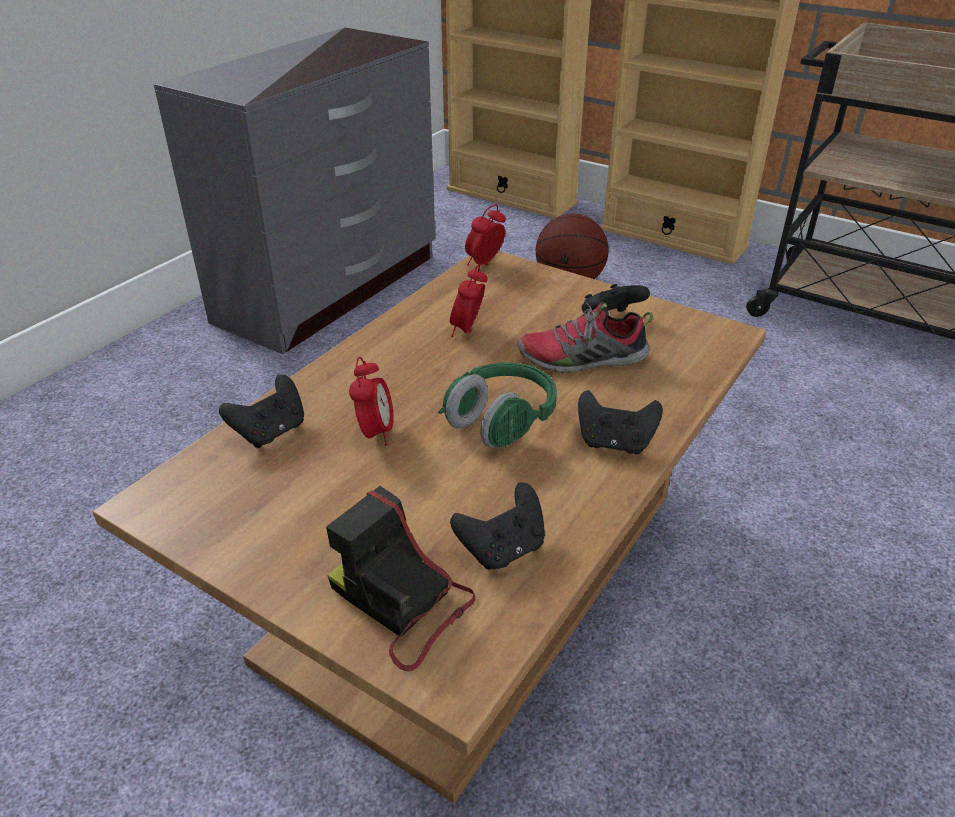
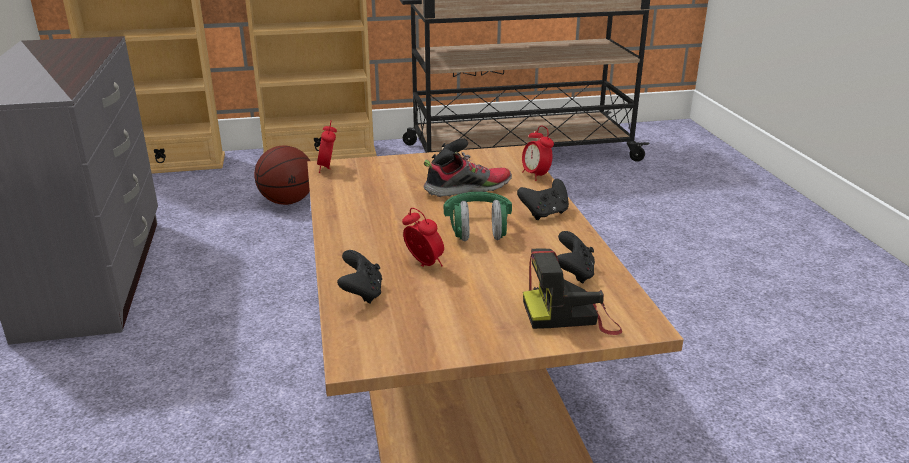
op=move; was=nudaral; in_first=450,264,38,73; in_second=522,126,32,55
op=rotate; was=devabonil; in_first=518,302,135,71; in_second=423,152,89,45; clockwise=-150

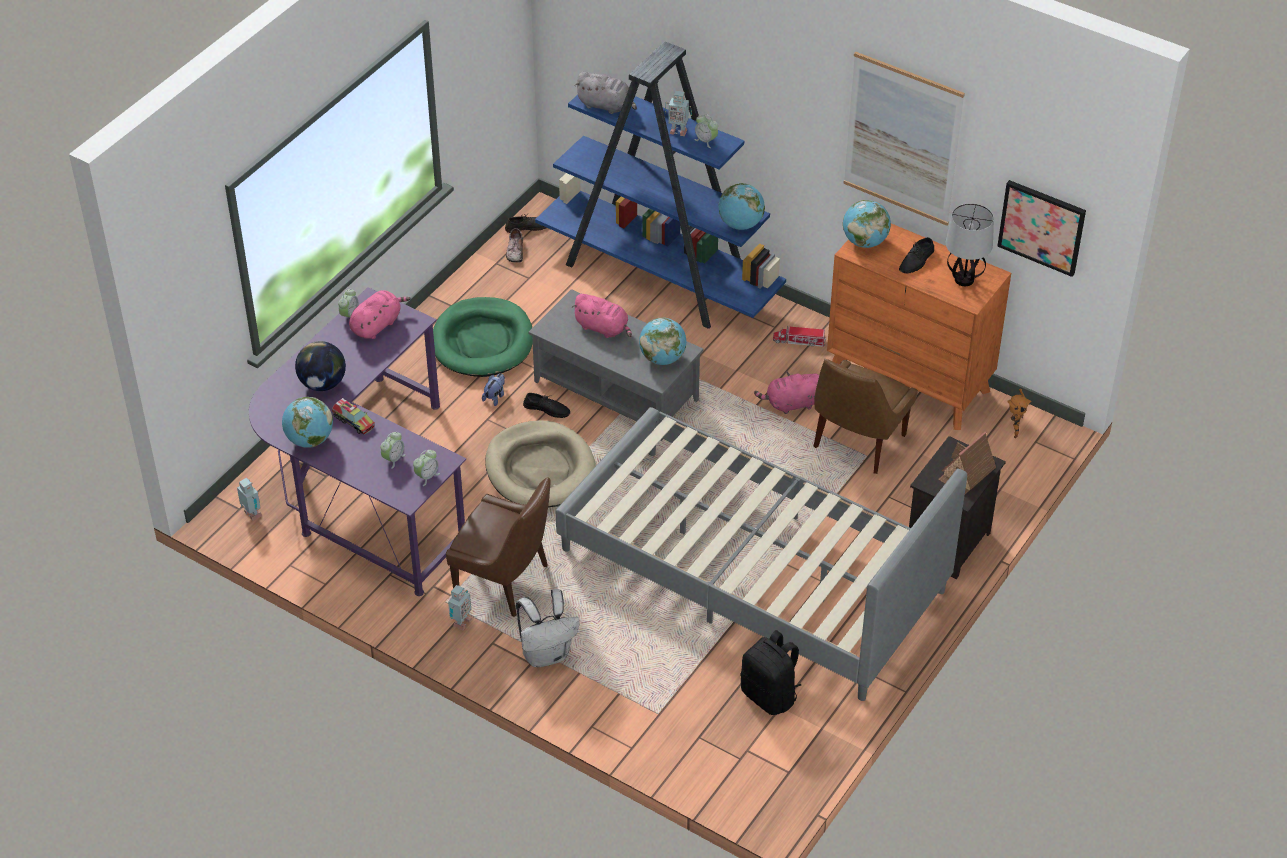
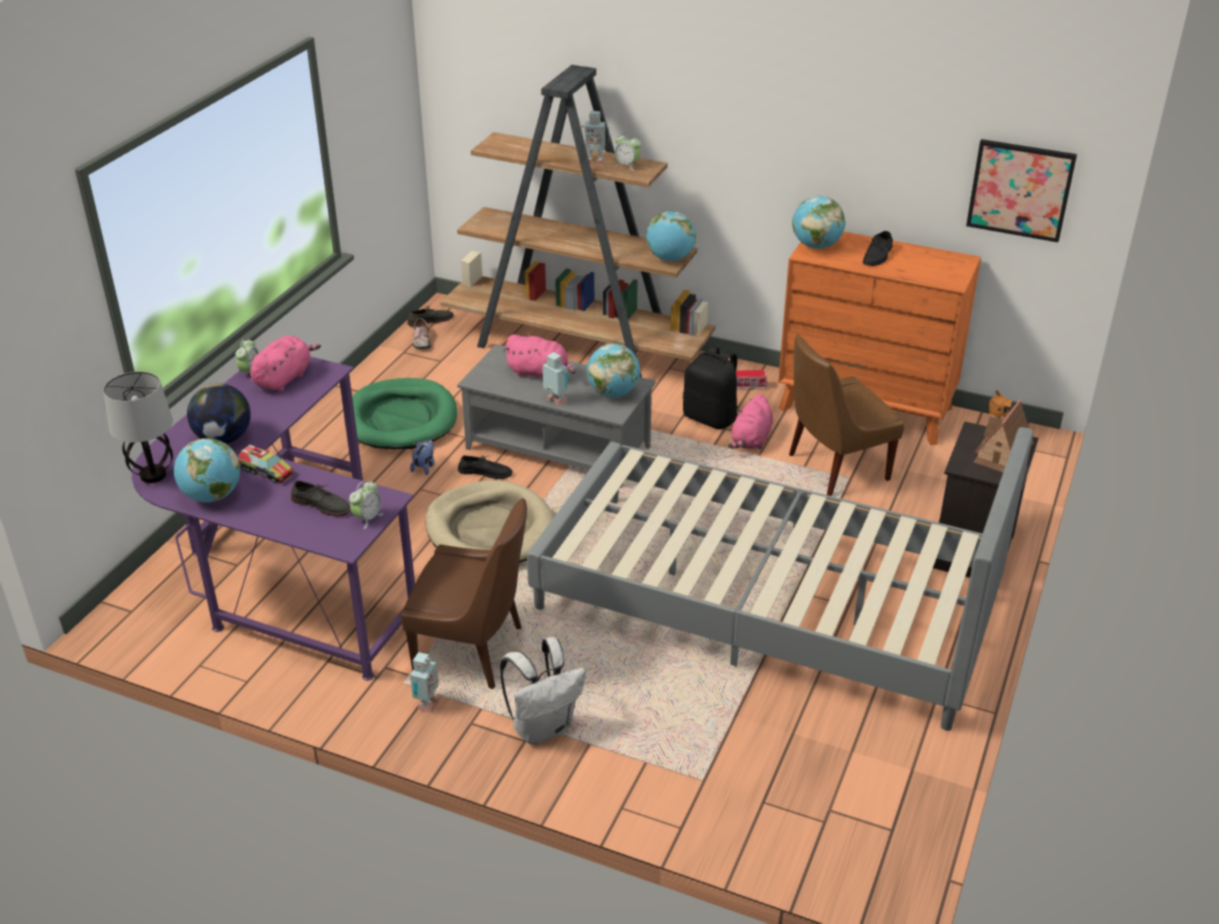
op=recolor; was=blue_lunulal; now=brown_lunulal; in_first=535,41,251,288; in_second=440,65,276,312
op=delete; was=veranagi; in_first=843,52,122,174
op=delete; was=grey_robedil; in_first=575,72,62,42
op=move; was=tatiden; in_first=945,203,49,83; in_second=103,371,70,112
op=rotate; was=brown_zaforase; in_first=814,359,104,115; in_second=789,334,116,162; clockwise=45
op=rotate; was=pink_robedil; in_first=754,372,65,42; in_second=728,394,45,55; clockwise=-45
op=replace; was=nudaral; now=grey_devabonil; in_first=380,432,26,37; in_second=291,481,60,36
op=move; was=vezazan; in_first=237,478,25,43; in_second=543,352,25,54
op=move; was=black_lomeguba; in_first=740,630,61,85; in_second=683,345,55,84

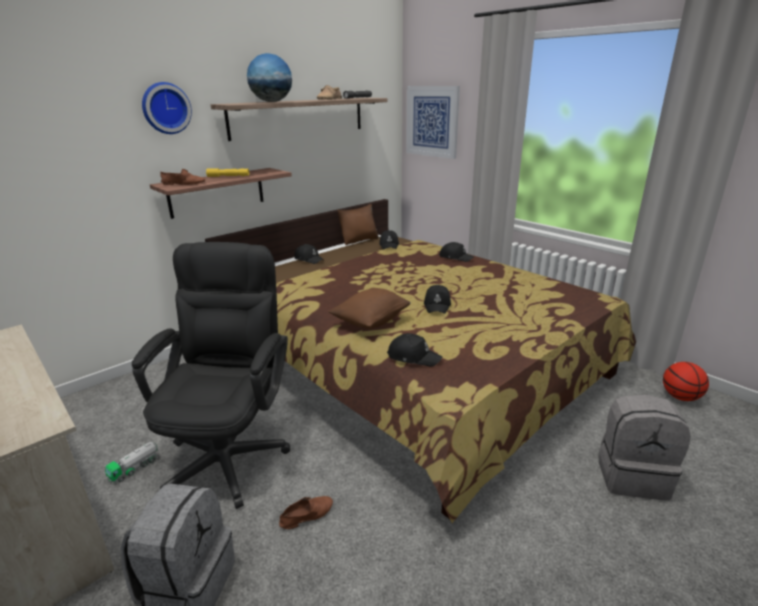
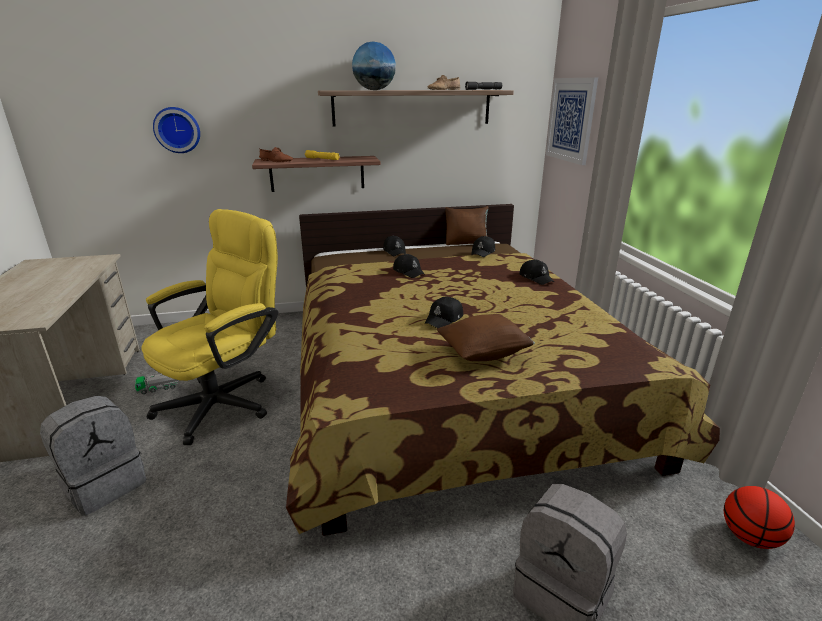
op=move; was=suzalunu; in_first=142,82,50,52; in_second=153,107,47,46
op=recolor; was=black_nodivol; now=yellow_nodivol; in_first=132,242,158,267; in_second=142,209,136,236
op=move; was=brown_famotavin; in_first=328,288,83,41; in_second=437,314,98,47
op=move; was=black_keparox; in_first=387,333,55,34; in_second=393,254,32,24
op=delete; was=brown_devabonil; in_first=279,496,54,33

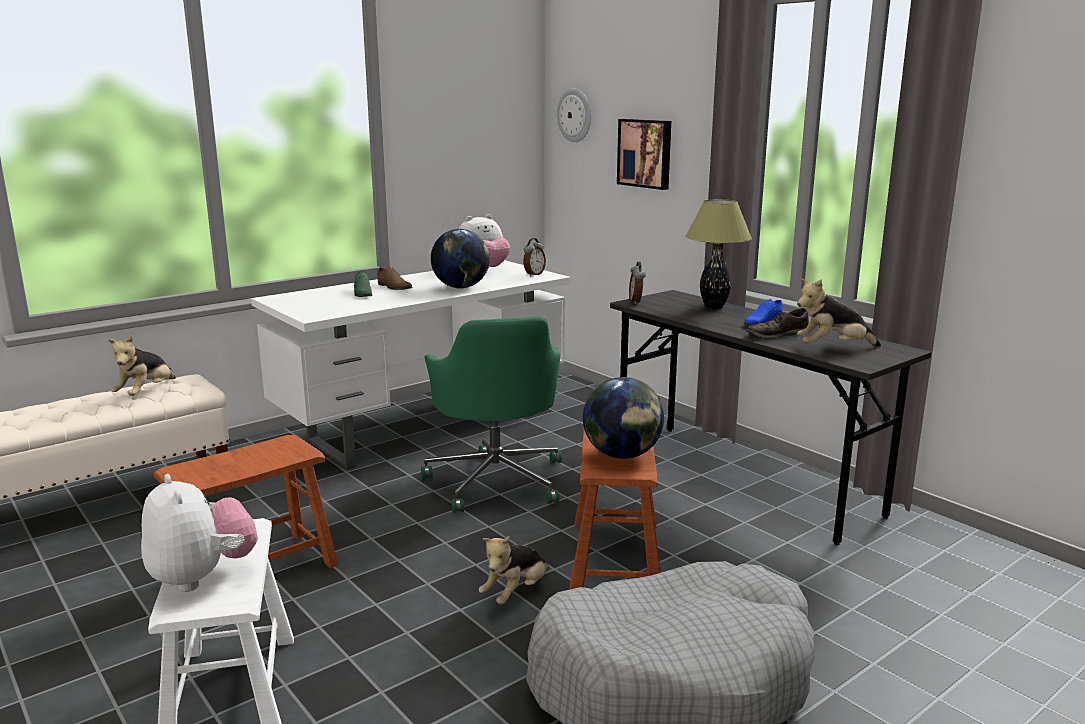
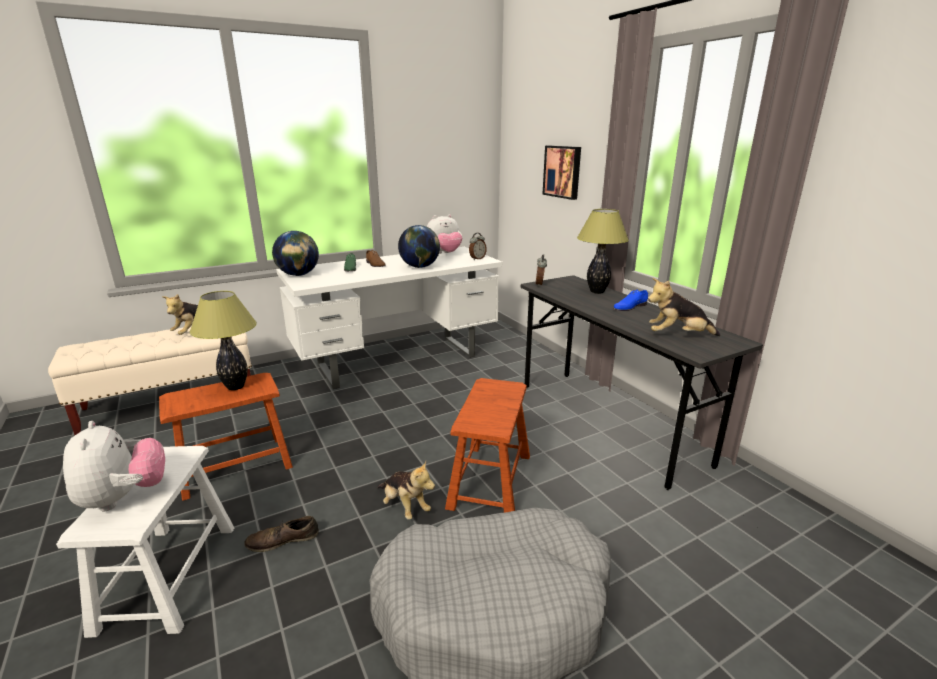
op=delete; was=suzalunu; in_first=557,89,34,53
op=move; was=brown_devabonil; in_first=746,308,63,31; in_second=244,516,75,36
op=delete; was=green_nodivol; in_first=421,316,141,197
op=move; was=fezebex; in_first=583,377,81,82; in_second=272,231,47,45
op=rotate; was=robedil; in_first=479,536,70,69; in_second=378,461,57,58; clockwise=-90
op=insert; now=tatiden; in_second=190,291,67,99

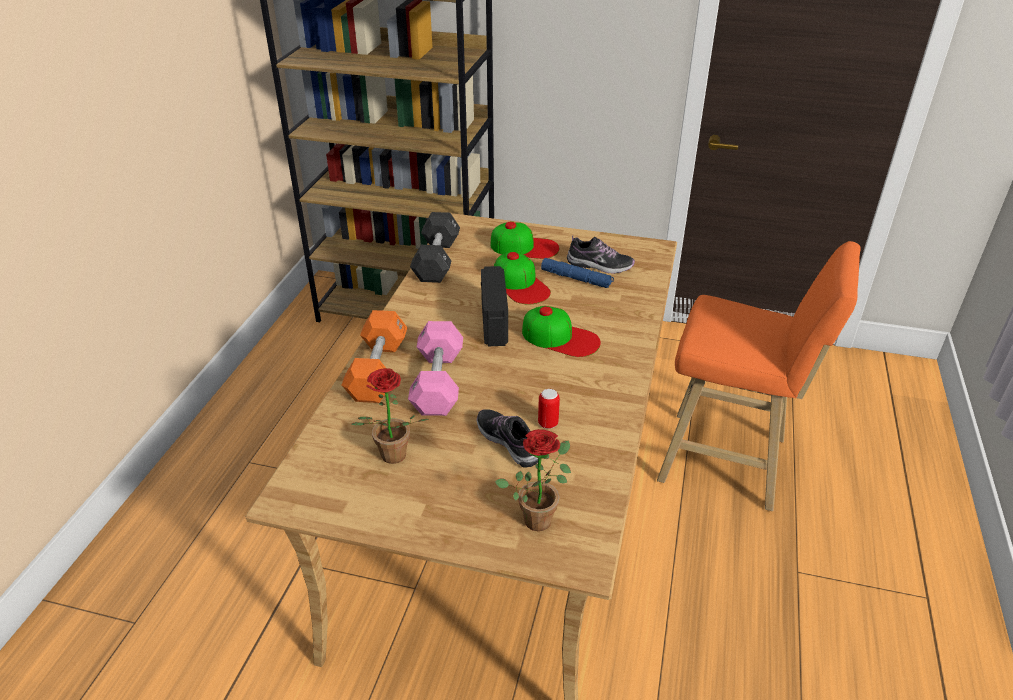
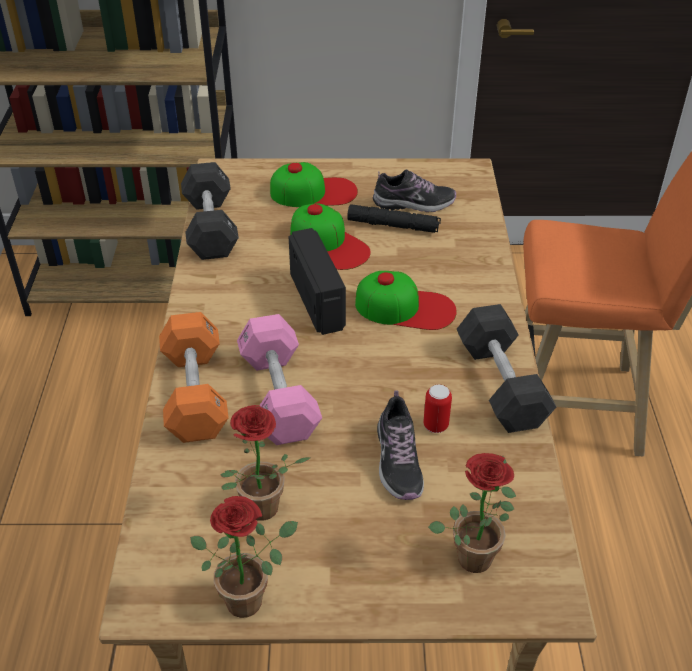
op=recolor; was=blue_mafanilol; now=black_mafanilol; in_first=541,258,73,30; in_second=347,205,94,28
op=rotate; was=devabonil; in_first=477,409,61,59; in_second=377,391,47,109; clockwise=-135
op=insert; now=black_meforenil; in_second=457,304,99,129
op=insert; now=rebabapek; in_second=190,496,108,122

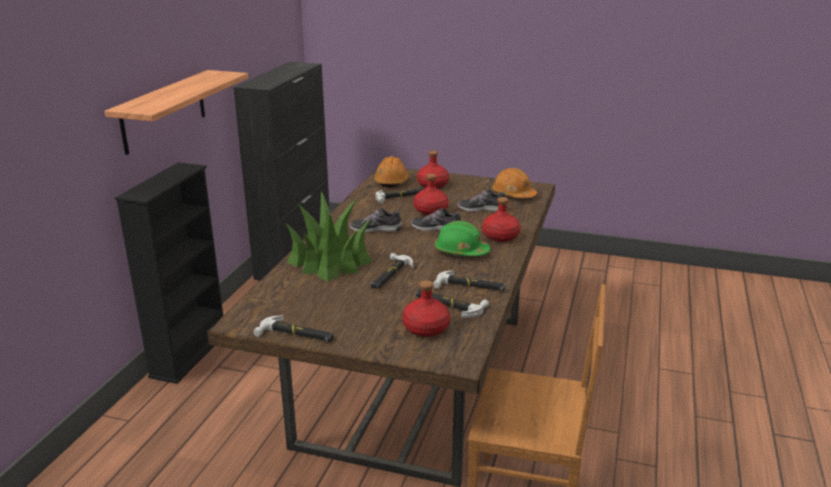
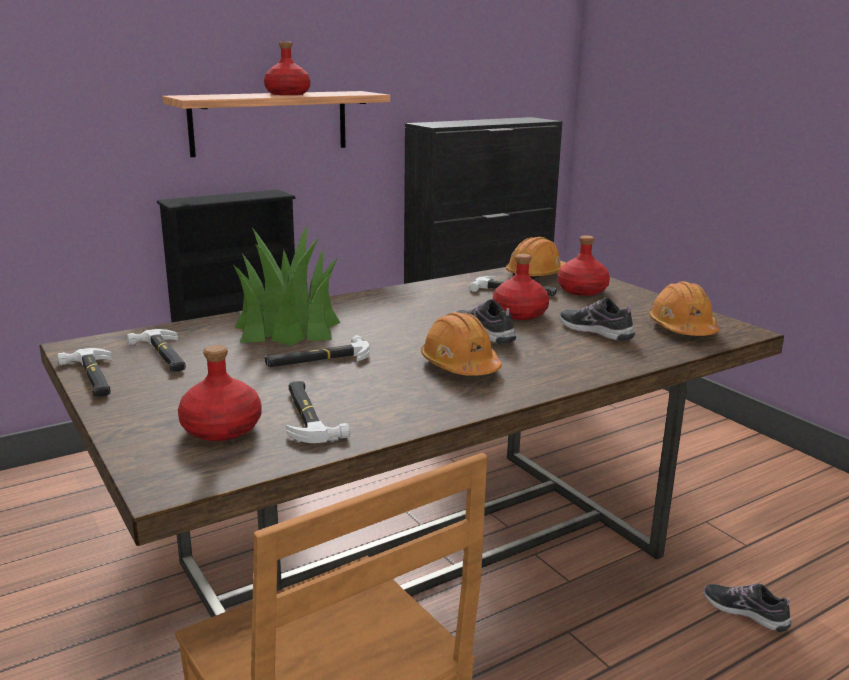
op=move; was=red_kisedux; in_first=482,197,39,45; in_second=264,42,46,53
op=move; was=devabonil; in_first=349,208,53,25; in_second=704,583,87,49
op=recolor; was=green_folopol; now=orange_folopol; in_first=434,221,56,35; in_second=421,312,81,64
op=move; was=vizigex; in_first=433,271,73,21; in_second=127,329,59,43

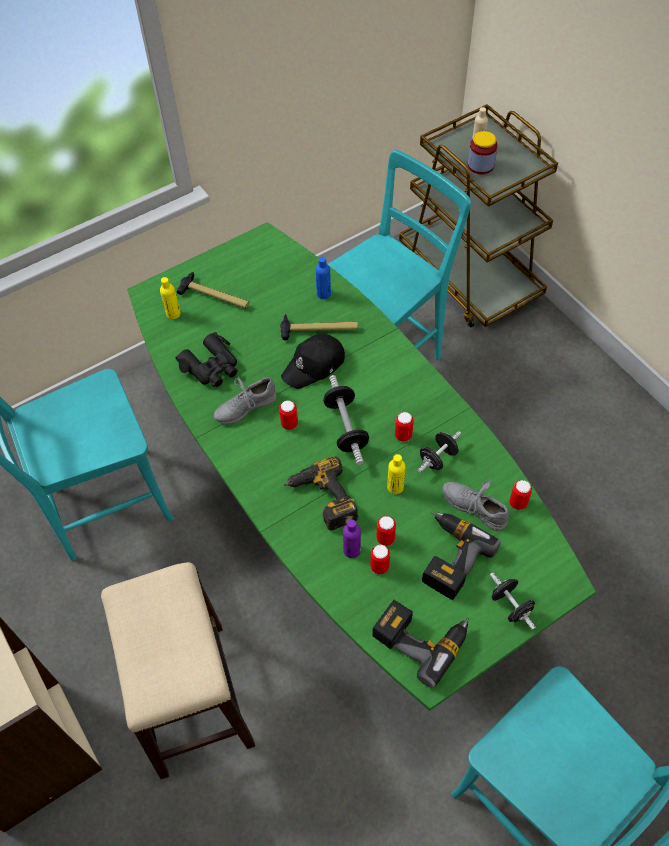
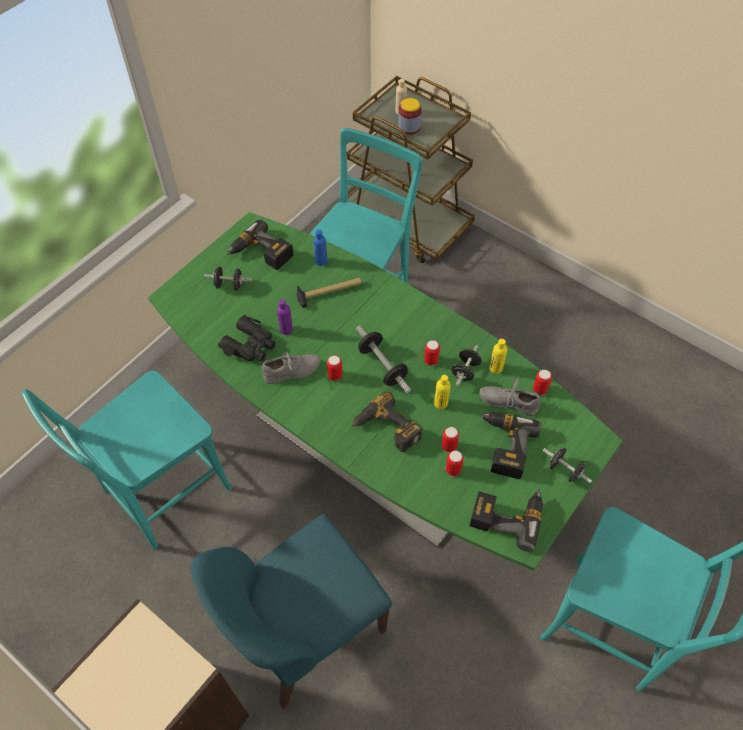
op=replace; was=vizigex; now=black_meforenil; in_first=177,272,72,37; in_second=204,266,48,24
op=move; was=yellow_kisedux; in_first=160,277,21,42; in_second=489,339,18,35
op=delete; was=black_keparox; in_first=281,334,64,55
op=rotate; was=grey_devabonil; in_first=214,375,62,49; in_second=262,352,59,32; clockwise=-150
op=move; was=purple_kisedux; in_first=343,520,18,38; in_second=277,299,16,36
op=replace; was=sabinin; now=blue_zaforase; in_first=101,562,154,217; in_second=191,514,201,195
op=insert; now=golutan; in_second=227,219,66,51

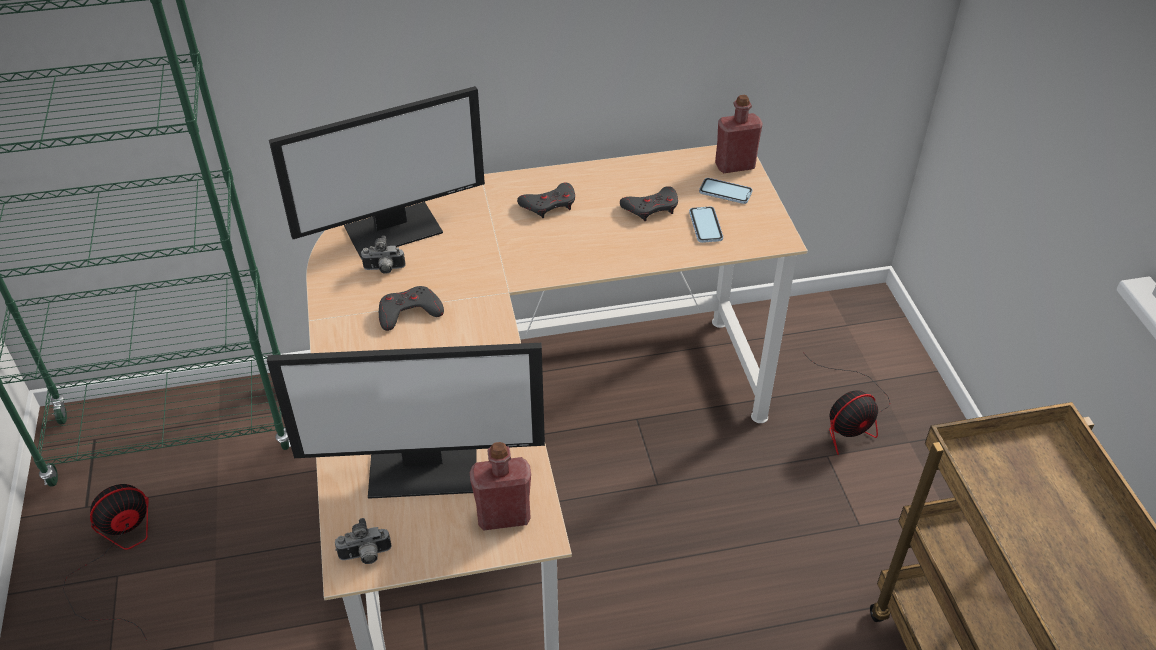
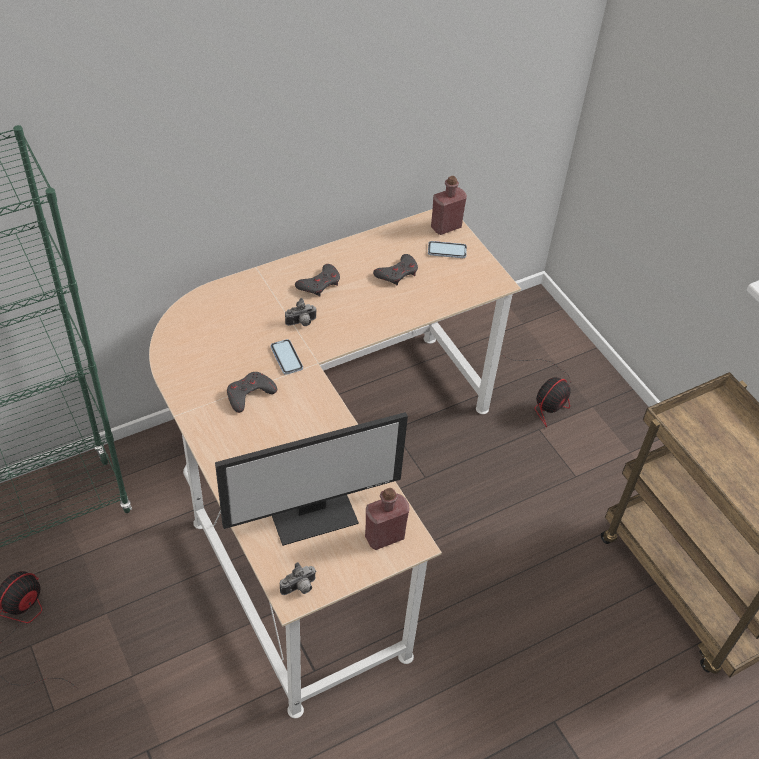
op=delete; was=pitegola; in_first=269,86,216,172
op=move; was=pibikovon; in_first=689,206,34,37; in_second=270,339,33,36
op=move; was=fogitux; in_first=361,236,45,38; in_second=285,298,32,28

